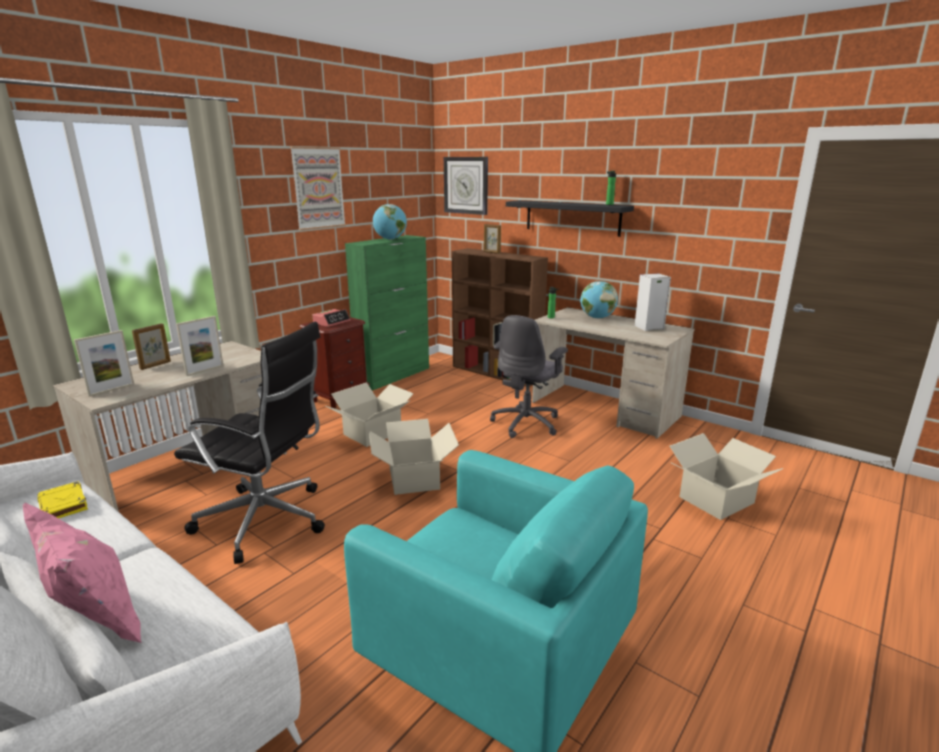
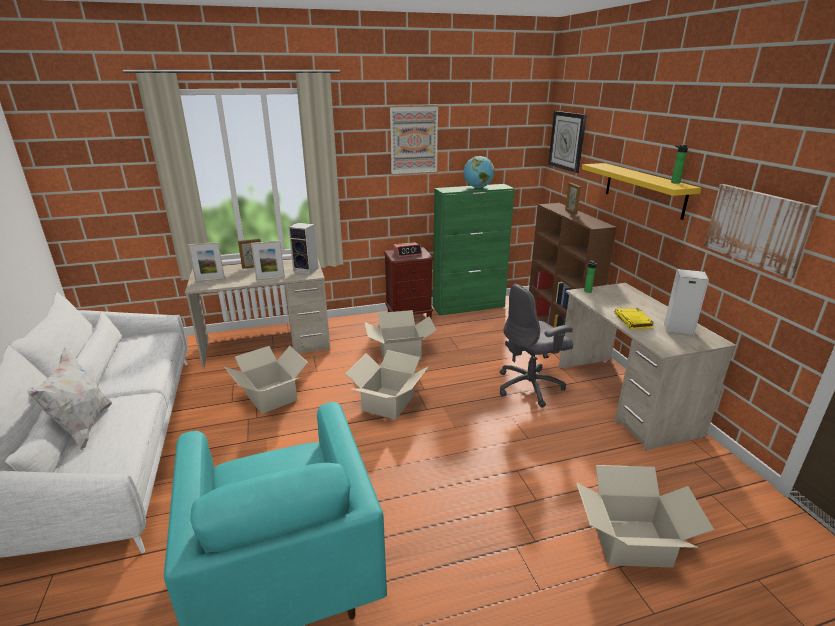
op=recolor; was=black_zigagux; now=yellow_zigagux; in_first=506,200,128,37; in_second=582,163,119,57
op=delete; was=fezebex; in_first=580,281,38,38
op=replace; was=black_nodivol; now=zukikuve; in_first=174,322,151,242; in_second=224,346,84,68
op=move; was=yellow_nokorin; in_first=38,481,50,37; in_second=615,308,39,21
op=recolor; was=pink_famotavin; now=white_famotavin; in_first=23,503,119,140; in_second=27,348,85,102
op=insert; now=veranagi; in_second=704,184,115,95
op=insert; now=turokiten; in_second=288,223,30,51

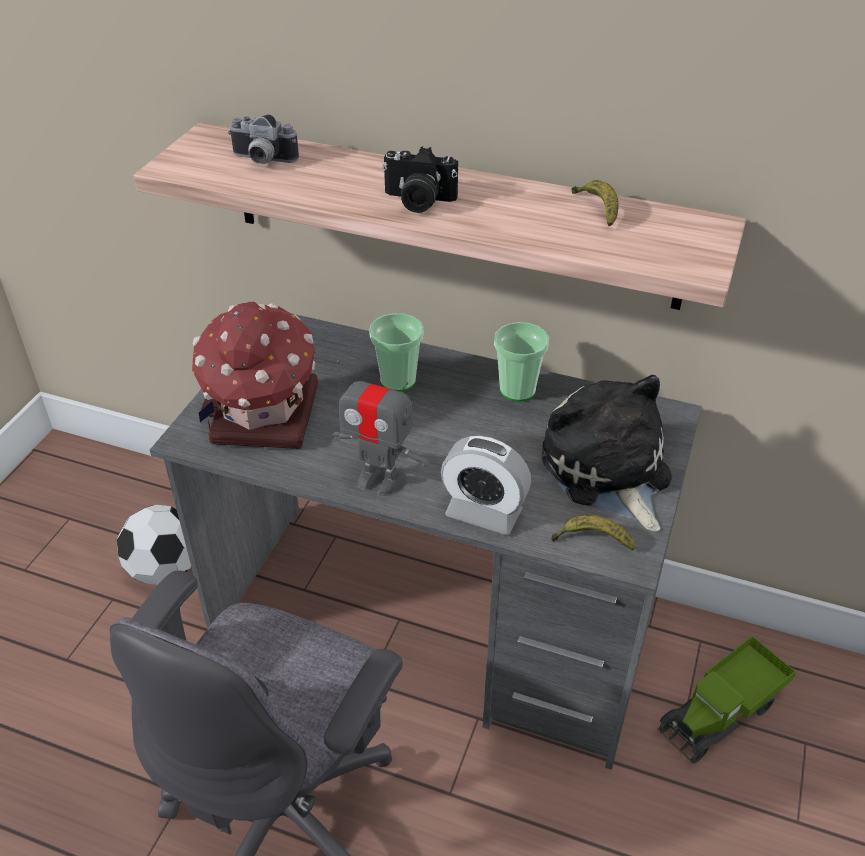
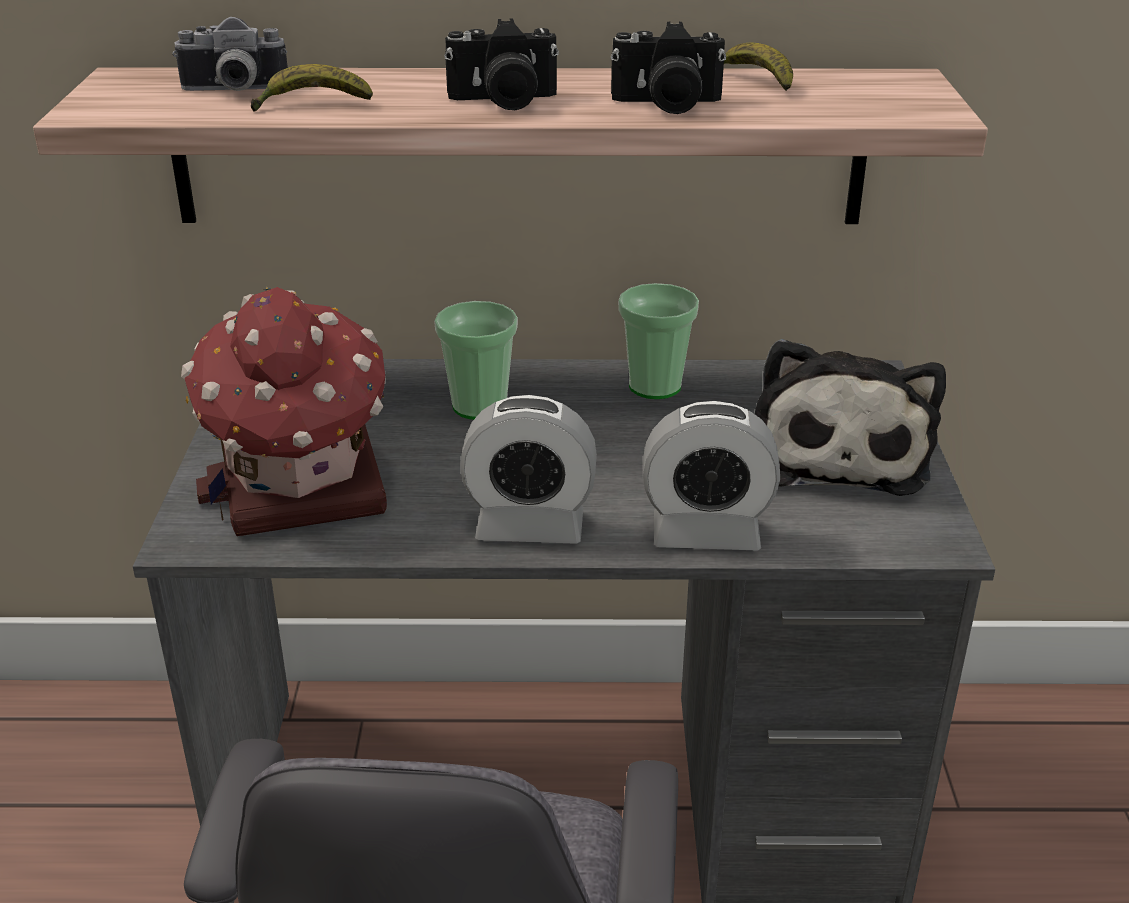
op=replace; was=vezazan; now=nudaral; in_first=331,360,99,136; in_second=460,395,137,149
op=rotate; was=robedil; in_first=542,375,130,157; in_second=755,339,191,157; clockwise=-135
op=delete; was=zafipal; in_first=117,505,74,80
op=move; was=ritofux; in_first=551,515,84,36; in_second=251,64,122,47
op=delete; was=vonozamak; in_first=657,636,139,128
op=insert; now=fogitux; in_second=611,22,115,92

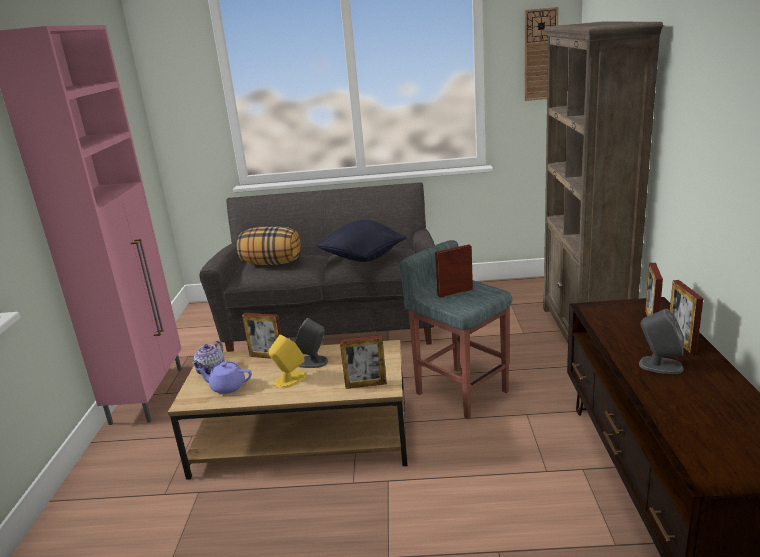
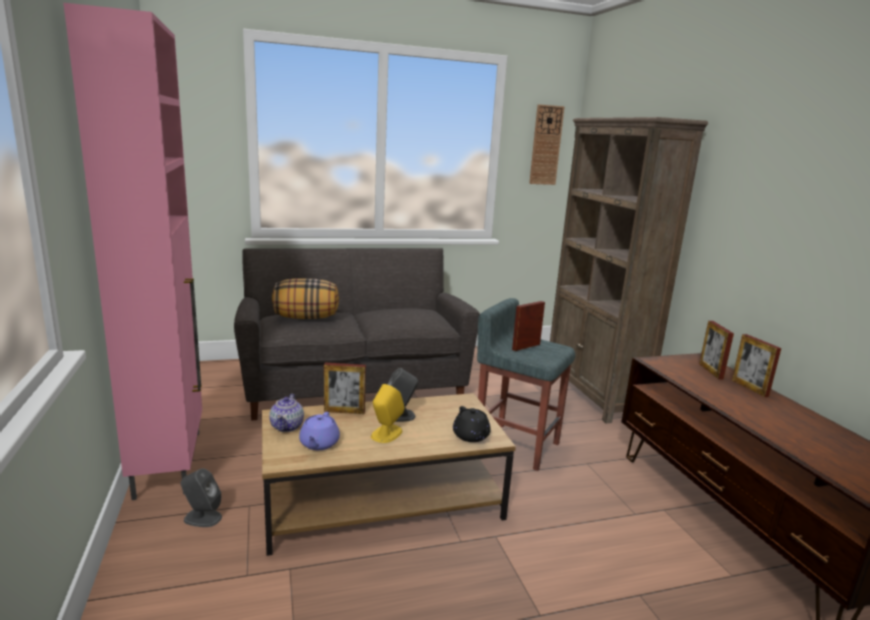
op=delete; was=black_famotavin; in_first=316,220,91,42
op=move; was=grey_turokiten; in_first=639,309,45,65; in_second=180,468,42,59
op=replace; was=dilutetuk; now=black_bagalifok; in_first=340,335,47,54; in_second=453,406,38,36
op=rotate; was=purple_bagalifok; in_first=196,362,56,32; in_second=299,412,41,38; clockwise=-75

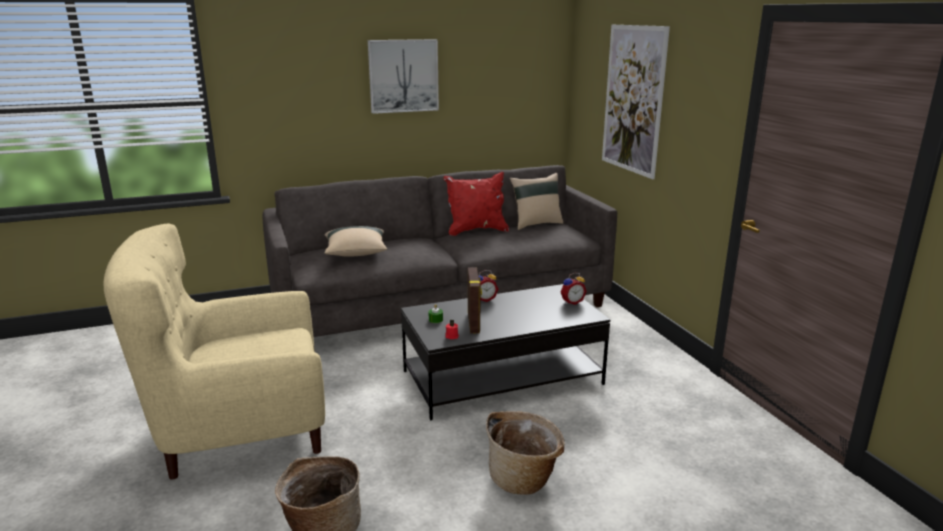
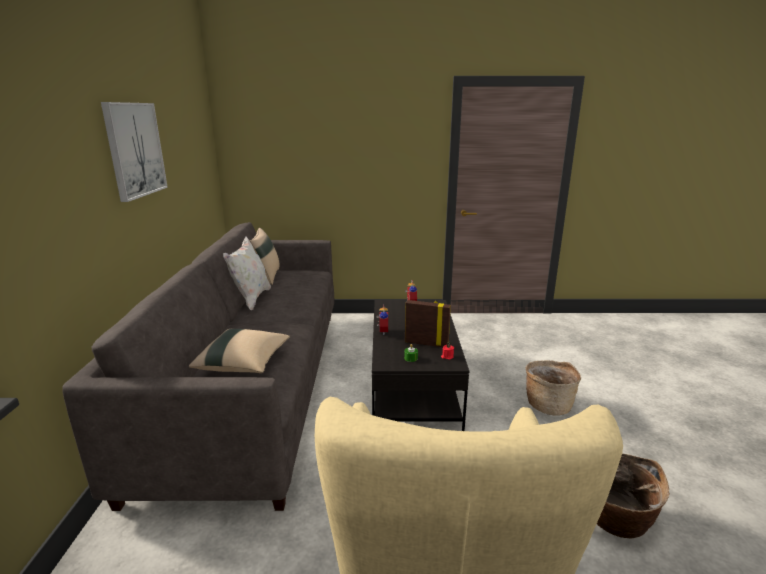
op=delete; was=veranagi; in_first=602,25,68,154
op=recolor; was=red_famotavin; now=white_famotavin; in_first=444,172,65,64; in_second=223,236,48,74

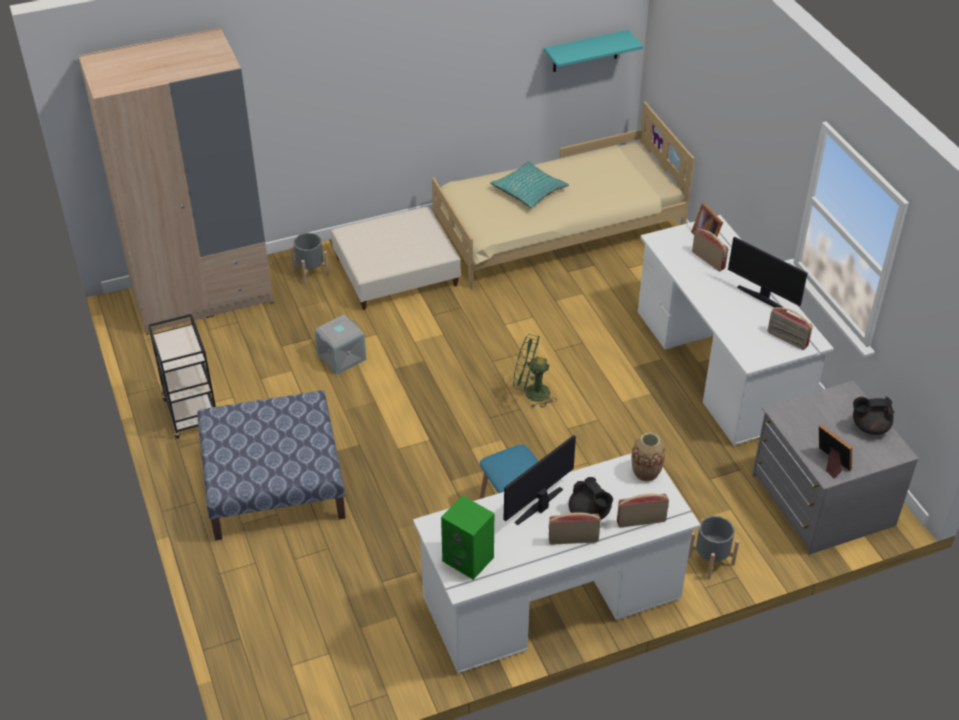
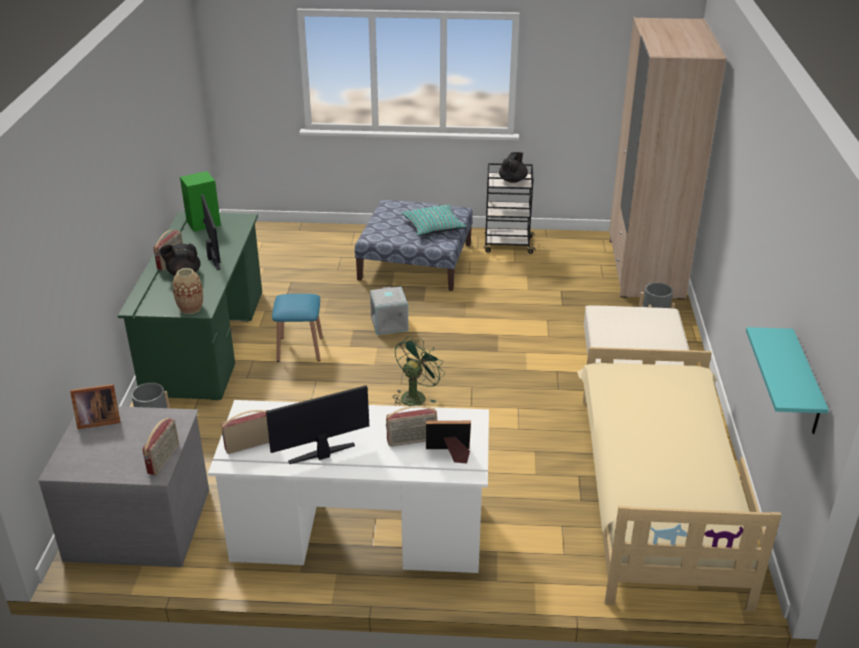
op=move; was=turquoise_famotavin; in_first=490,161,79,47; in_second=401,205,66,31
op=move; was=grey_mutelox; in_first=314,315,53,60; in_second=370,287,38,48
op=move; was=black_bagalifok; in_first=853,397,41,38; in_second=499,152,29,31
op=recolor; was=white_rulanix; now=green_rulanix; in_first=413,453,288,220; in_second=118,212,144,188
op=move; was=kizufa; in_first=617,494,52,34; in_second=142,418,37,57

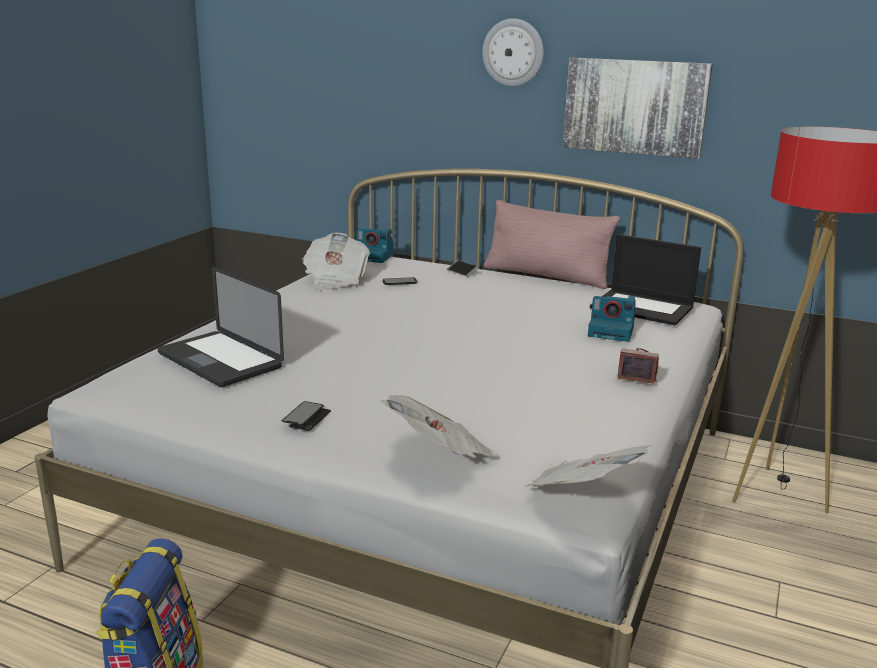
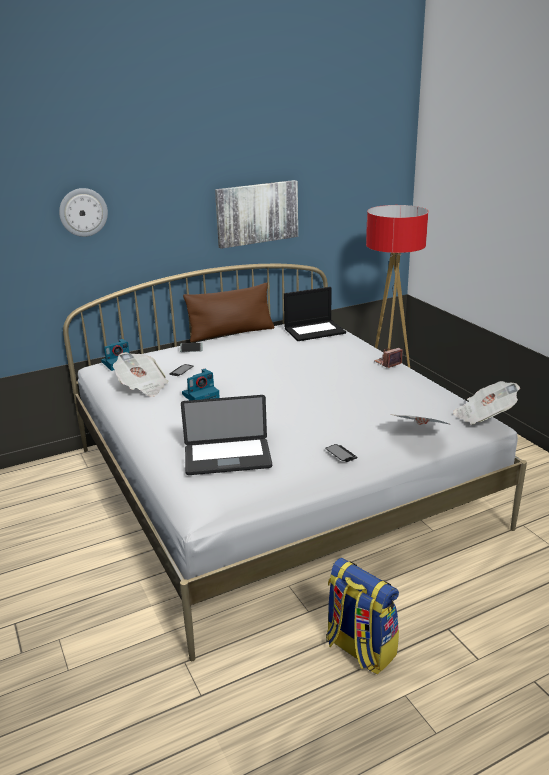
op=move; was=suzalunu; in_first=482,18,62,69; in_second=59,188,49,49
op=recolor; was=pink_famotavin; now=brown_famotavin; in_first=484,200,136,89; in_second=183,283,91,59
op=move; was=fogitux; in_first=588,296,48,46; in_second=182,369,38,31

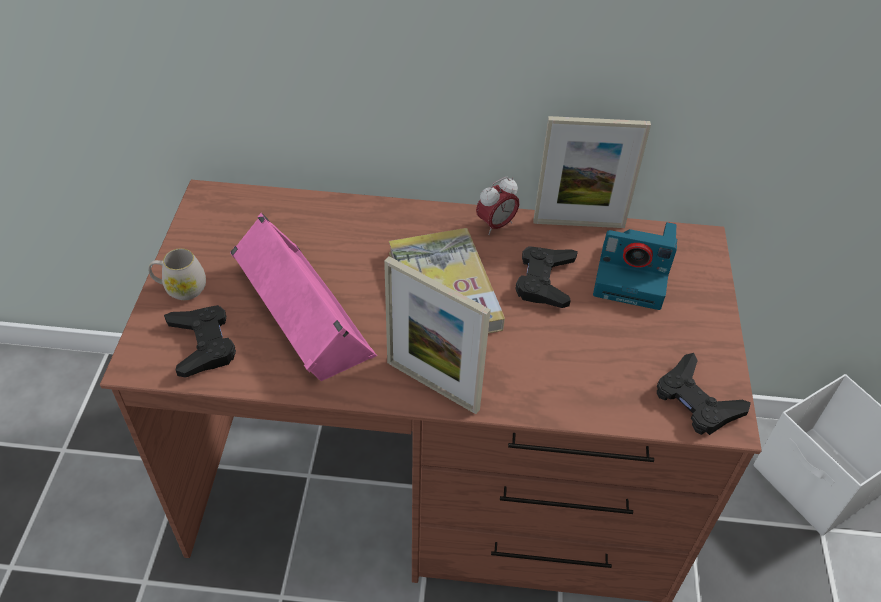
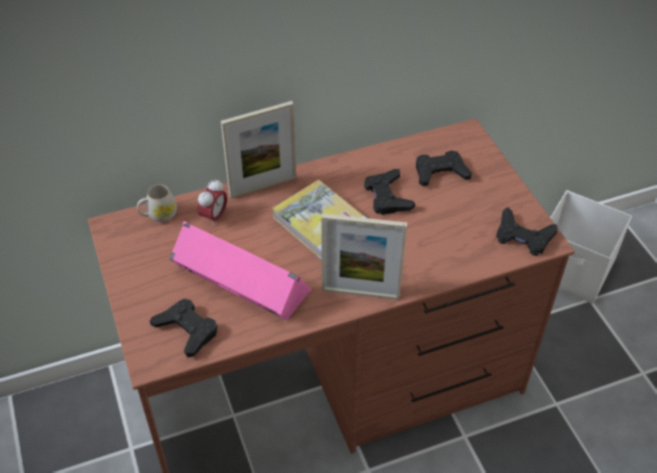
op=move; was=dilutetuk; in_first=533,116,118,112; in_second=221,101,75,97
op=move; was=nudaral; in_first=476,177,43,58; in_second=198,179,29,48
op=replace; was=fogitux; now=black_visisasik; in_first=593,222,84,88; in_second=416,150,56,37
op=move; was=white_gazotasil; in_first=148,248,58,52; in_second=137,185,40,37

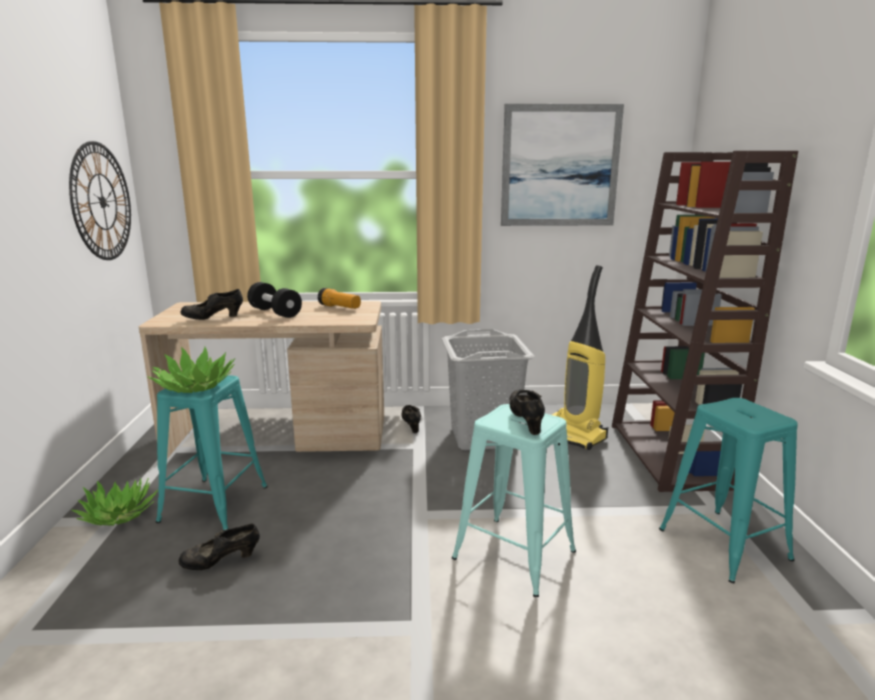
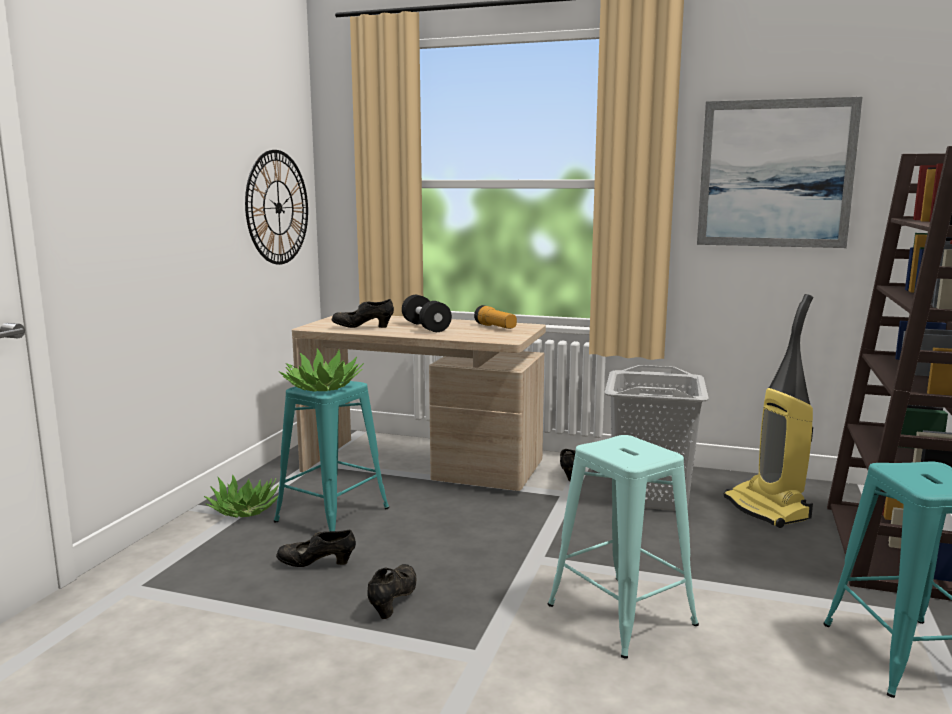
op=move; was=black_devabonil; in_first=510,389,35,46; in_second=367,564,49,55

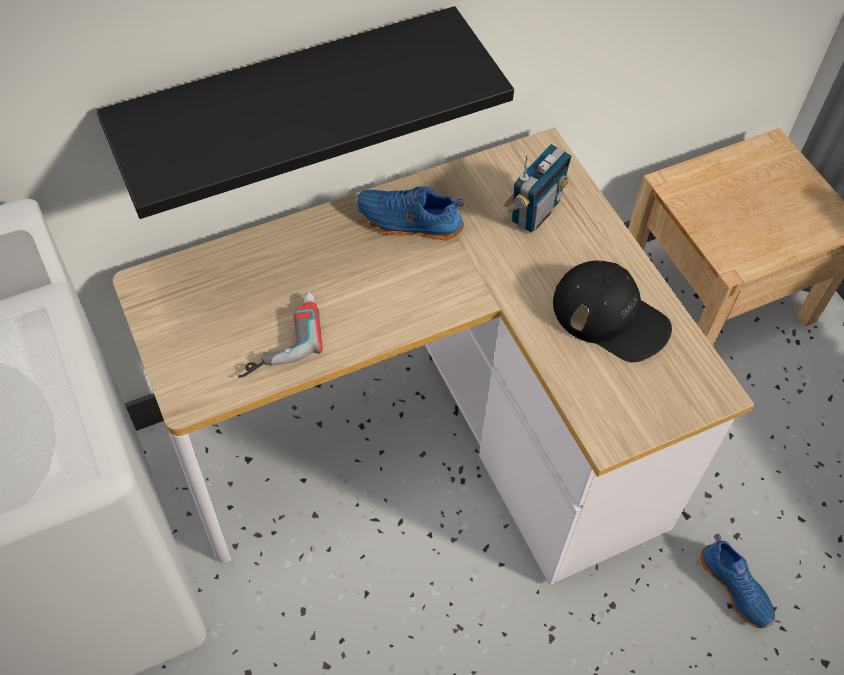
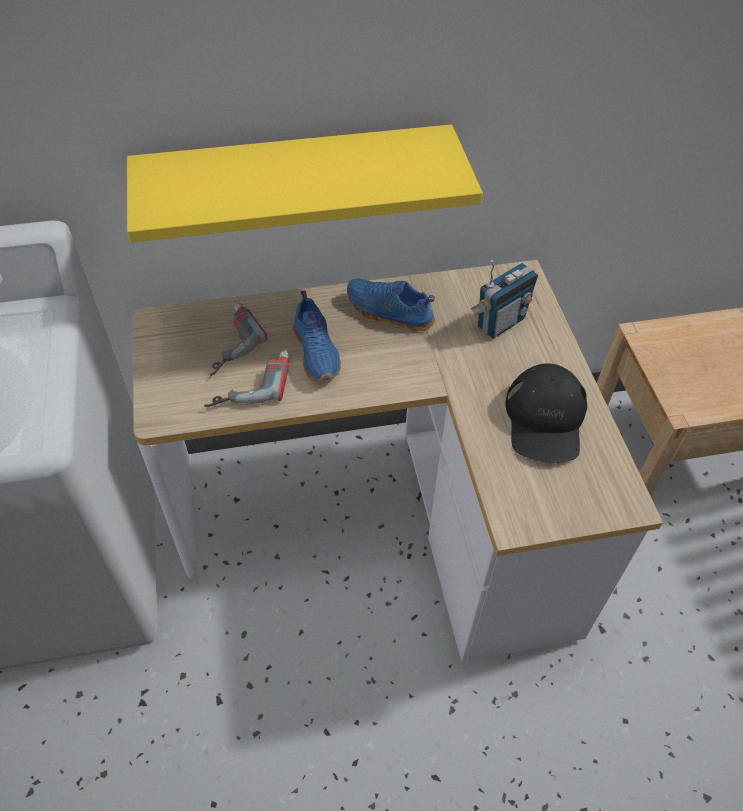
op=recolor; was=black_zigagux; now=yellow_zigagux; in_first=97,6,417,213; in_second=127,124,356,119
op=rotate; was=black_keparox; in_first=553,260,119,102; in_second=505,363,82,99; clockwise=45
op=move; was=blue_devabonil; in_first=700,534,75,94; in_second=293,290,48,91
op=insert; now=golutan; in_second=210,302,57,74

